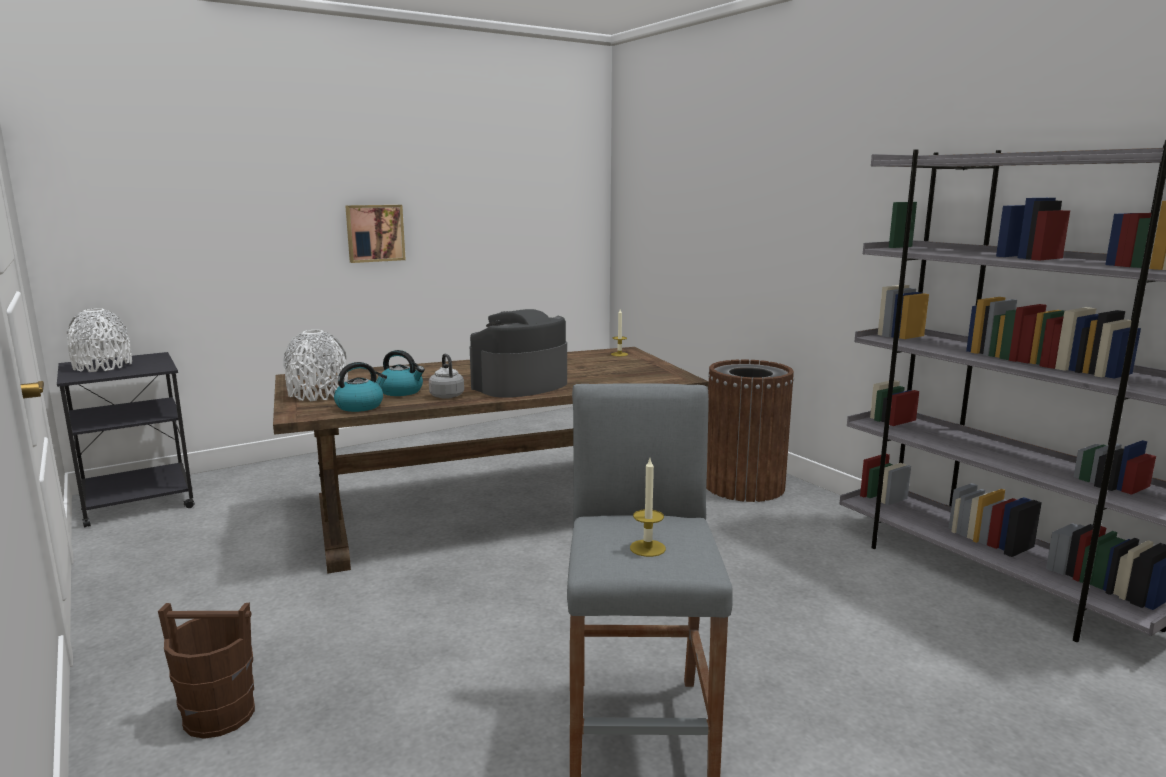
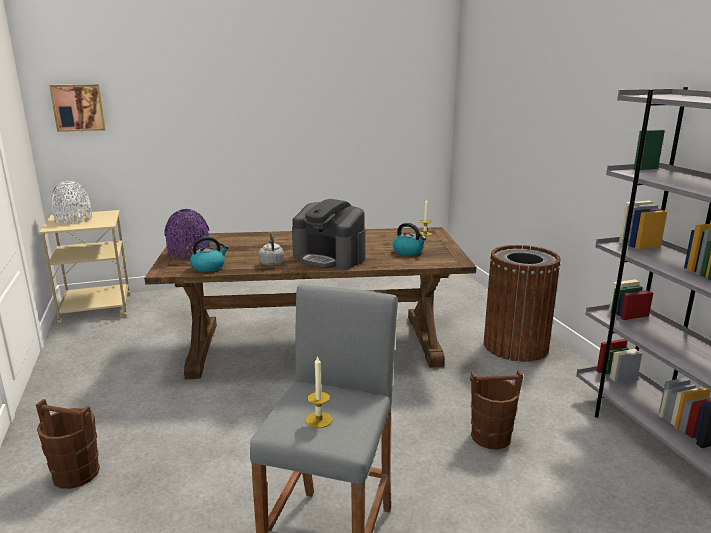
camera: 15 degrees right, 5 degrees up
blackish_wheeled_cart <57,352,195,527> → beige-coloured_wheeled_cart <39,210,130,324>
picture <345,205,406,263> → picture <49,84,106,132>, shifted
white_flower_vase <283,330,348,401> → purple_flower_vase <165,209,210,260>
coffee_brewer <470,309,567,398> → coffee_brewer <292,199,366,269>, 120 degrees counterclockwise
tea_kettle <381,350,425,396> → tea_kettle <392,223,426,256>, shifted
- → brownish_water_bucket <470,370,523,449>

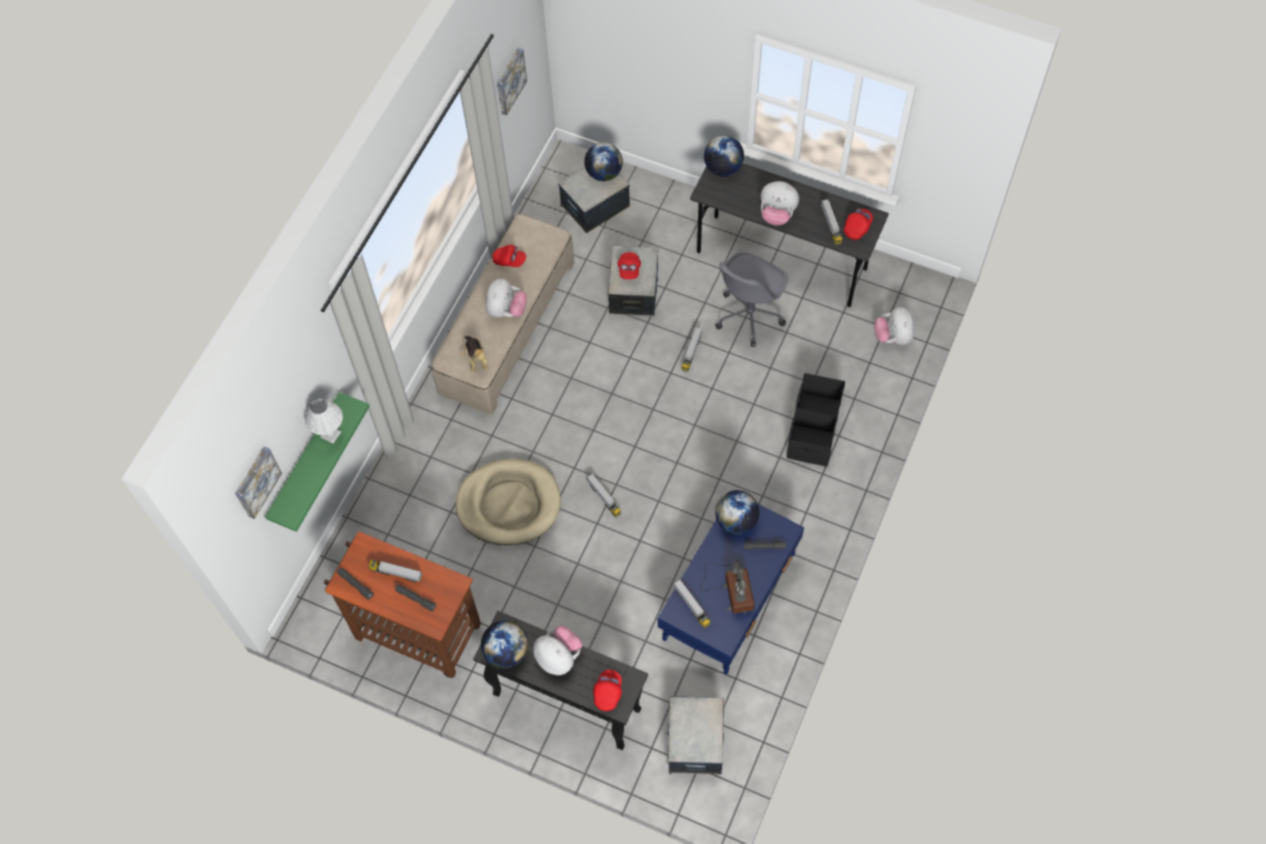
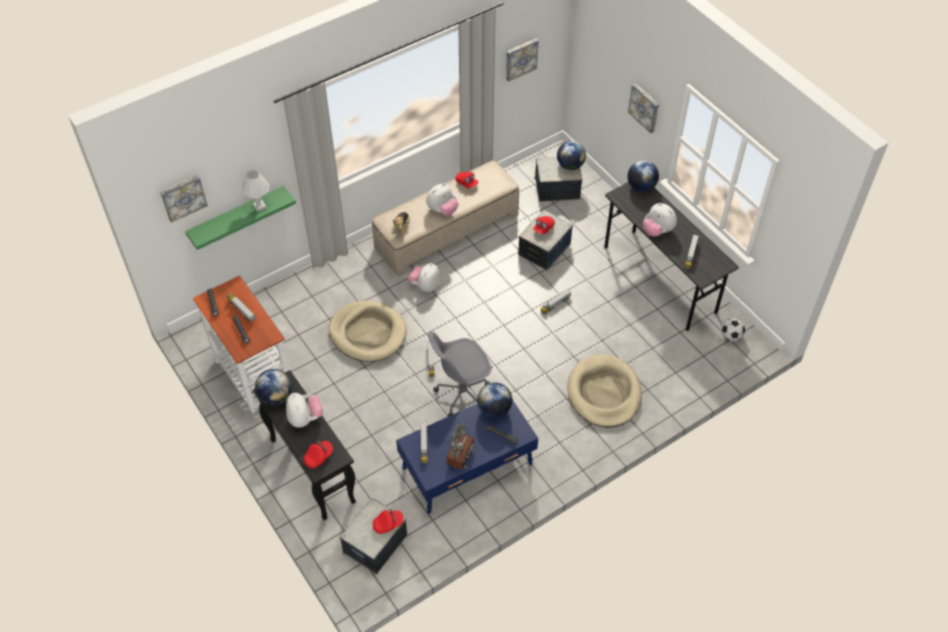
camera: 30 degrees right, 10 degrees down
brownish_wheeled_cart <324,532,481,678> → white_wheeled_cart <193,276,289,415>
red_baseball_cap <844,209,873,240> → red_baseball_cap <373,509,404,534>, shifted
cuddly_toy <874,307,914,345> → cuddly_toy <408,263,440,292>, shifted
greyish_computer_chair <715,252,788,347> → greyish_computer_chair <428,332,491,416>, shifted
blackish_storage_bin <787,373,845,467> → beige-coloured_dog_bed <567,355,642,428>
- → picture <628,83,659,133>
- → football <721,318,745,342>

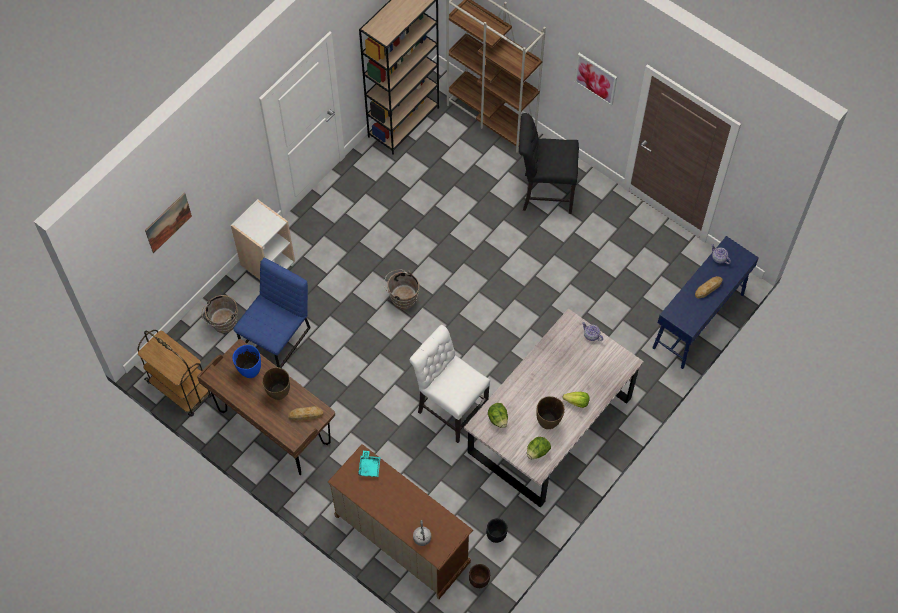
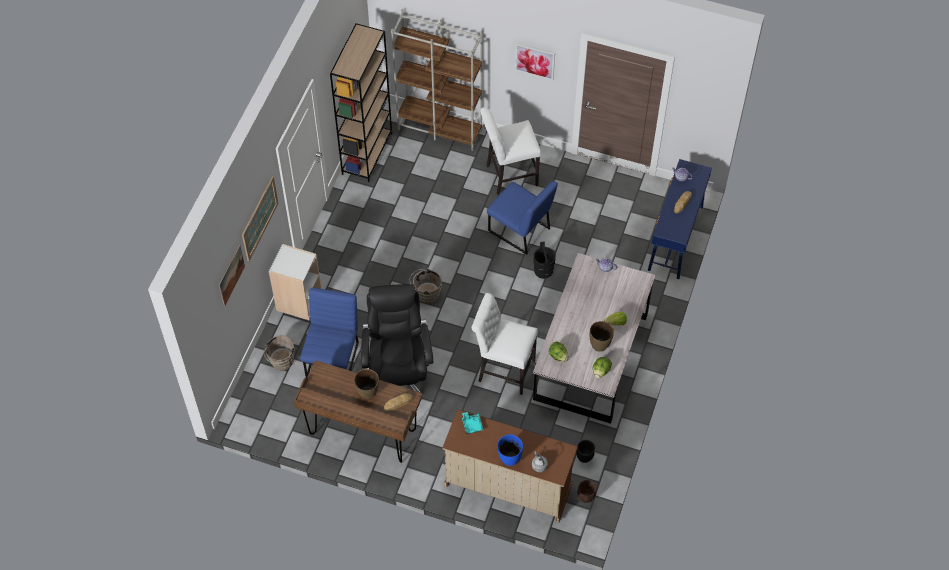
camera: 20 degrees left, 5 degrees down
- → picture <242,176,279,261>
- → blackish_computer_chair <361,284,433,392>
blackish_stool <519,113,579,214> → white_stool <480,107,541,195>
- → bluish_chair <487,181,558,255>
bluish_flower_vase <233,345,261,378> → bluish_flower_vase <497,434,523,466>, shifted
- → blackish_water_bucket <534,241,556,279>
brownish_wheeled_cart <138,330,212,417> → -

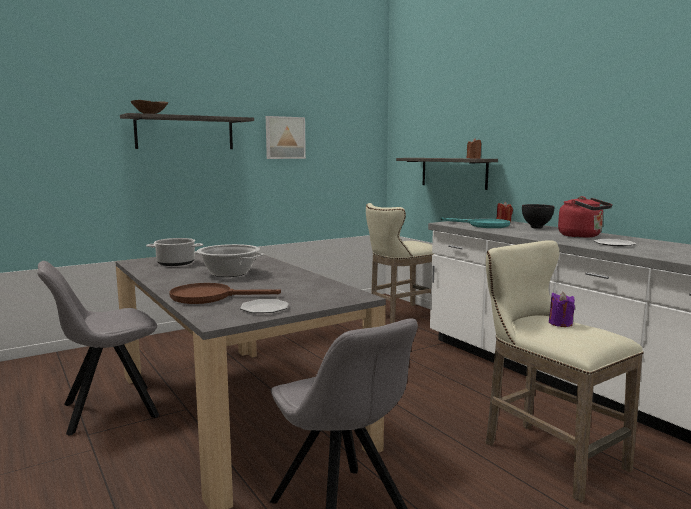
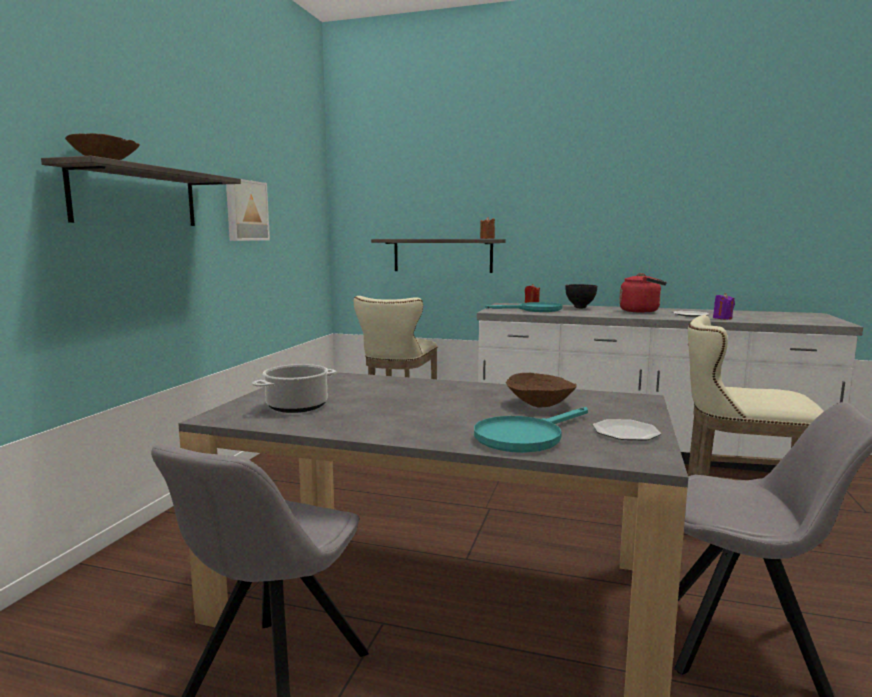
camera: 40 degrees left, 0 degrees up
brownish_skillet <169,283,281,304> → blue-green_skillet <474,407,588,453>
- → brownish_bowl <506,373,577,408>
purple_candle <549,292,575,327> → purple_candle <713,293,735,320>, shifted
stockpot <194,244,264,277> → -

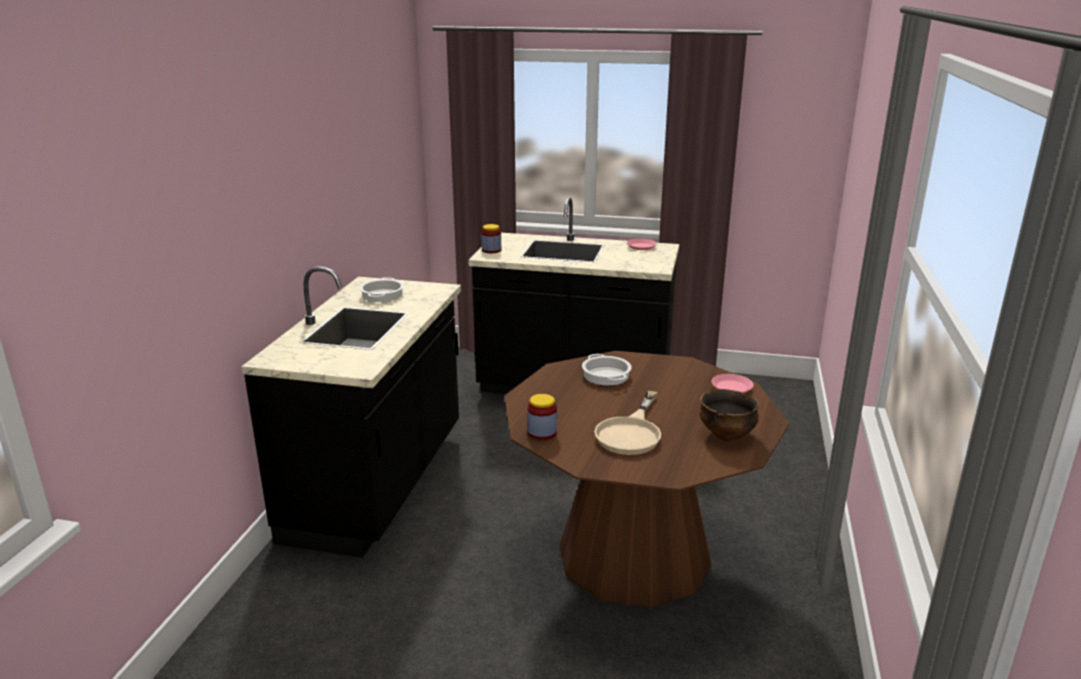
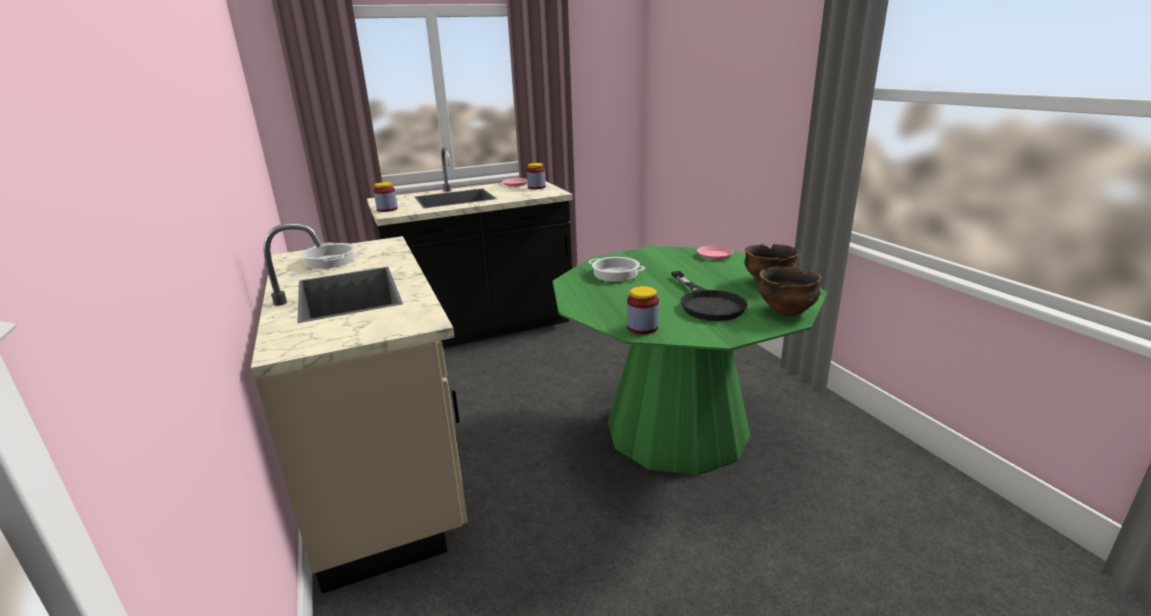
camera: 35 degrees left, 0 degrees up
blackish_kitchen_counter <242,266,461,558> → beige-coloured_kitchen_counter <251,223,468,594>
- → storage_jar <527,163,546,189>
brownish_kitchen_table <505,351,789,608> → green_kitchen_table <553,246,827,475>
beige-coloured_skillet <594,391,661,455> → blackish_skillet <671,271,748,321>
- → bowl <759,267,822,316>

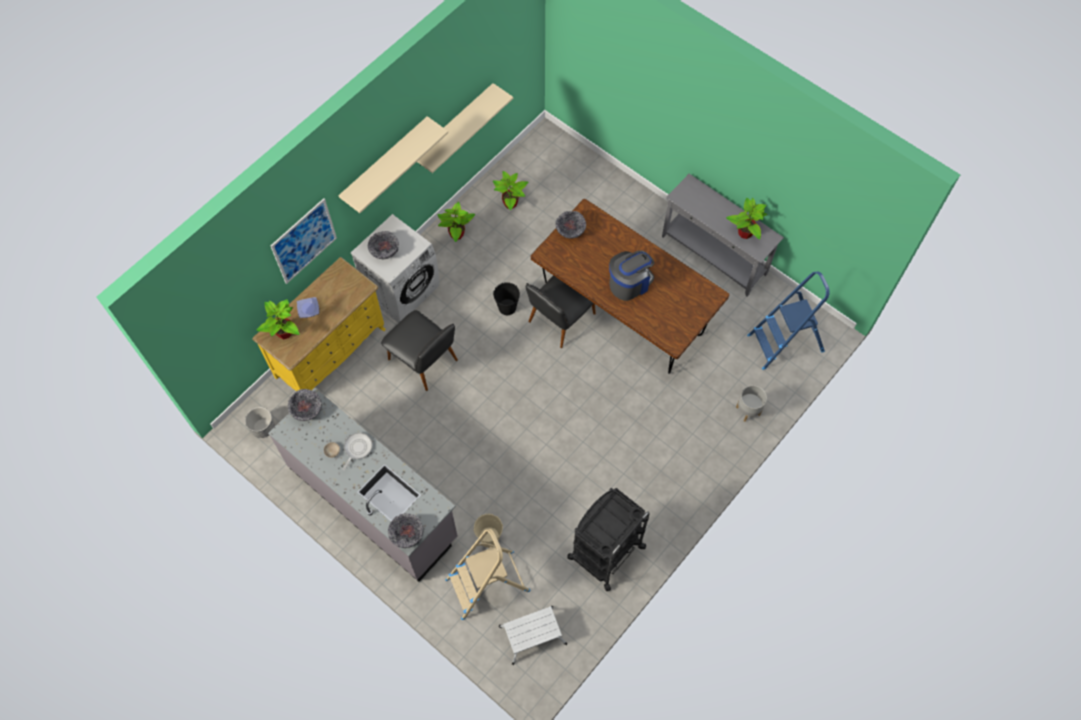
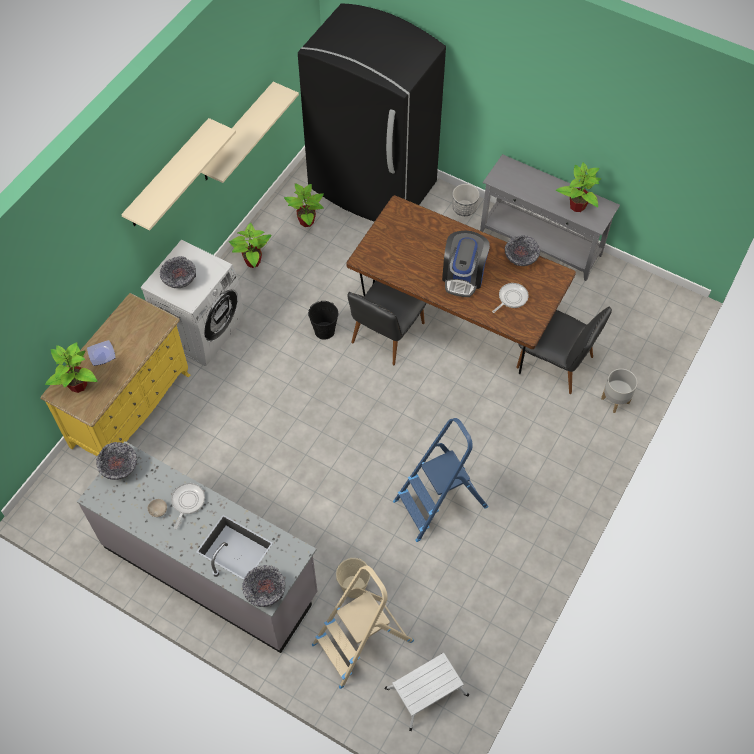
camera: 10 degrees left, 5 degrees down
- → blackish_refrigerator <298,3,446,222>
bluish_step_stool <747,271,830,370> → bluish_step_stool <393,418,489,542>, shifted
coffee_brewer <609,250,654,301> → coffee_brewer <442,230,490,297>, 150 degrees clockwise
planter <245,407,275,438> → planter <452,184,480,216>, shifted
- → skillet <492,283,529,313>
bowl <556,211,586,239> → bowl <505,235,540,266>, shifted
blackish_chair <381,310,458,391> → blackish_chair <516,307,612,394>, shifted
picture <271,198,337,284> → -
blackish_wheeled_cart <567,488,650,591> → -

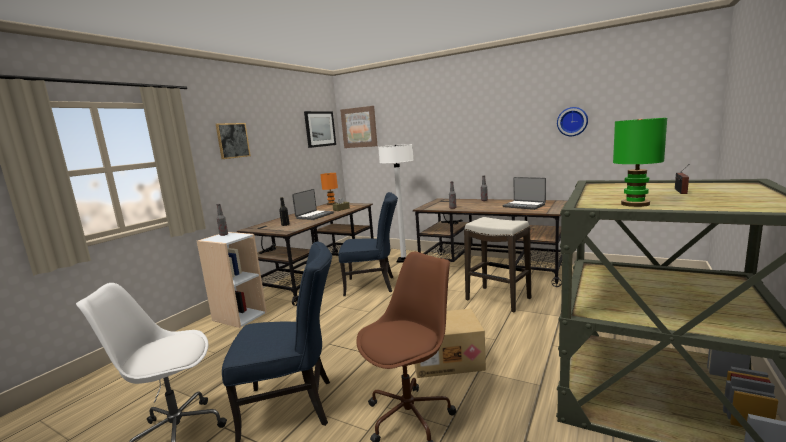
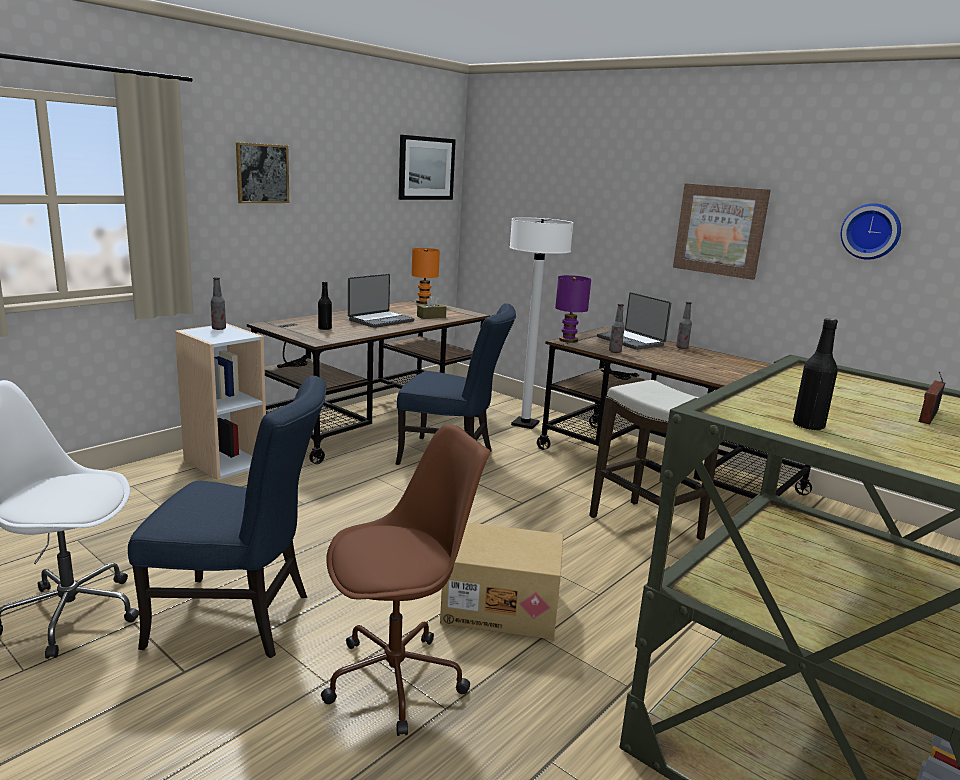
camera: 10 degrees right, 5 degrees up
- → purple_table_lamp <555,275,591,343>
notebook_computer <503,177,546,210> → notebook_computer <597,292,671,350>, shifted
picture <340,106,377,148> → picture <673,183,771,280>, shifted
green_table_lamp <613,118,667,207> → blackish_bottle <793,318,838,430>

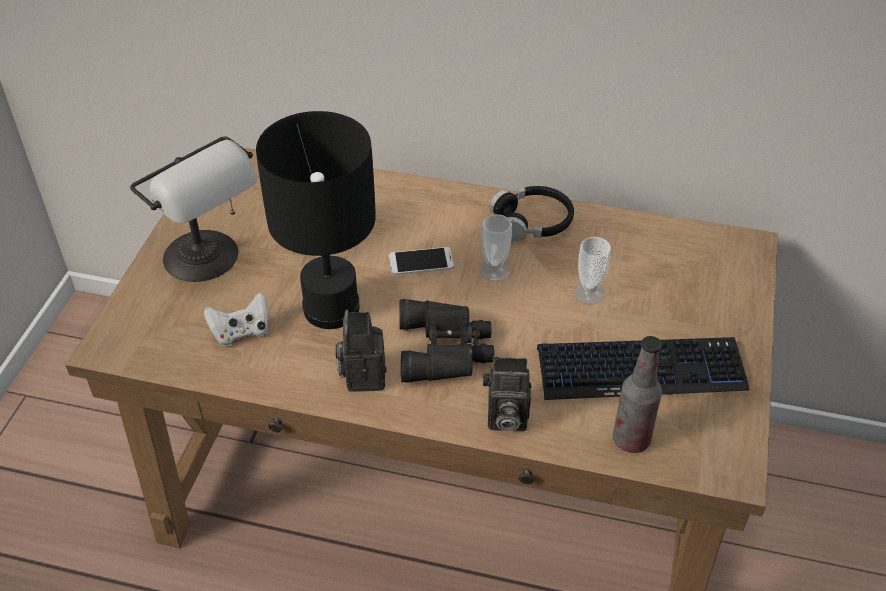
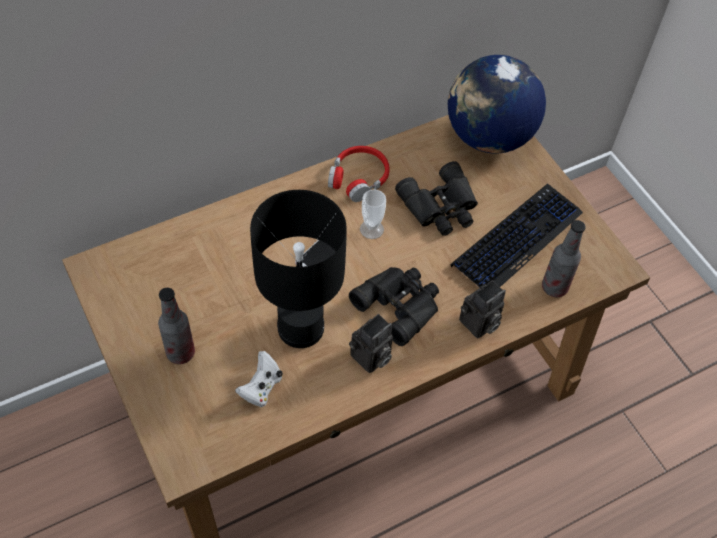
camera: 45 degrees left, 10 degrees up
table_lamp <130,137,257,282> → bottle <158,288,195,364>
blackish_pair_of_headphones <490,186,574,241> → red_pair_of_headphones <328,146,390,202>
still_camera <335,310,387,392> → still_camera <349,314,393,373>, 90 degrees counterclockwise
cup <574,237,611,305> → blackish_binoculars <395,161,478,236>
- → desk_globe <448,55,546,154>

